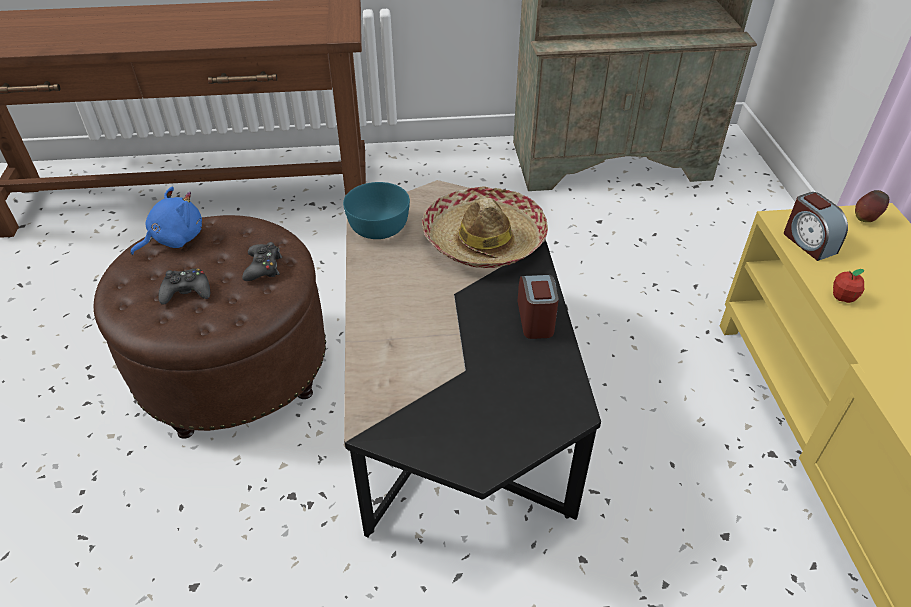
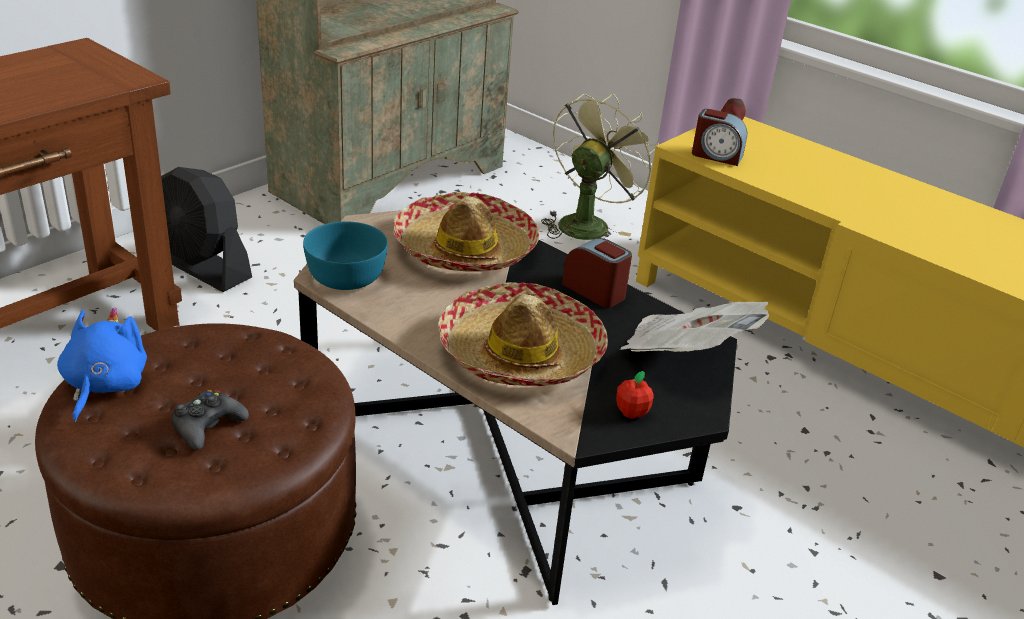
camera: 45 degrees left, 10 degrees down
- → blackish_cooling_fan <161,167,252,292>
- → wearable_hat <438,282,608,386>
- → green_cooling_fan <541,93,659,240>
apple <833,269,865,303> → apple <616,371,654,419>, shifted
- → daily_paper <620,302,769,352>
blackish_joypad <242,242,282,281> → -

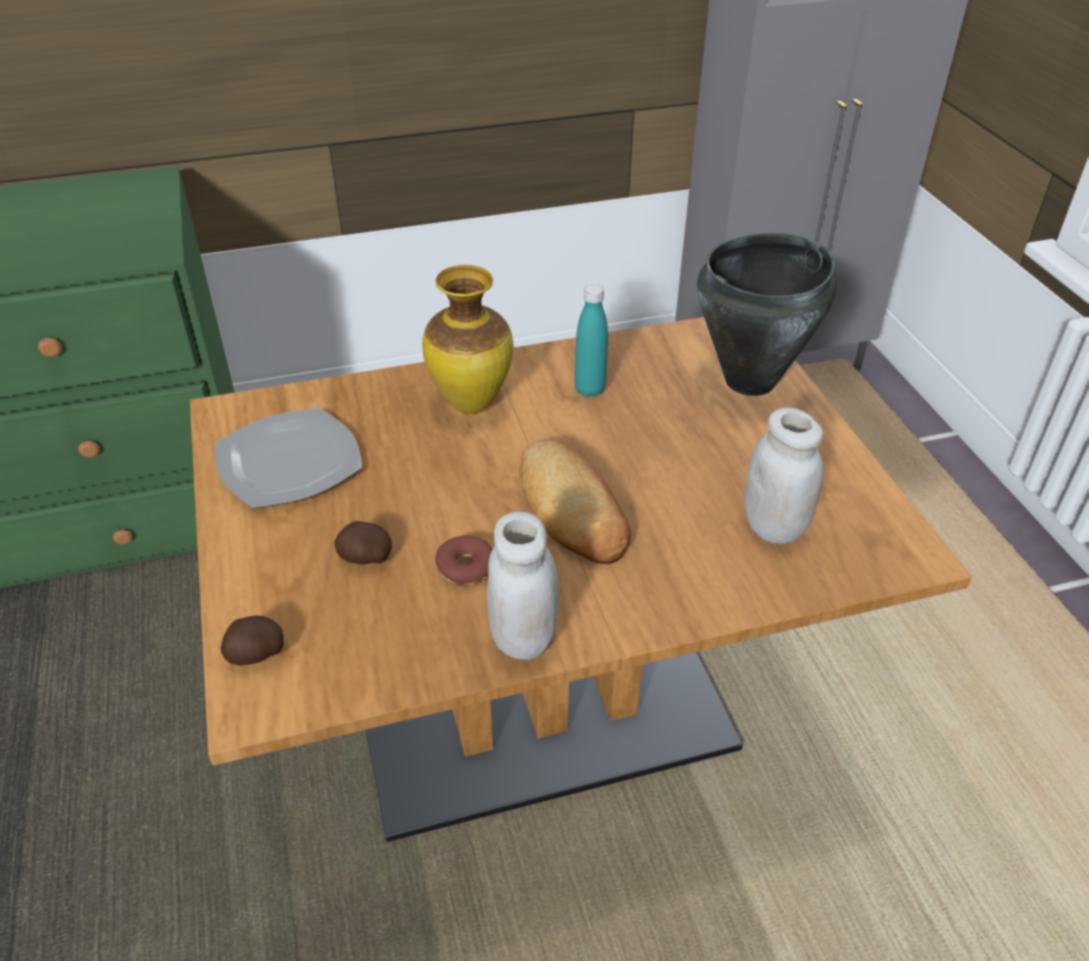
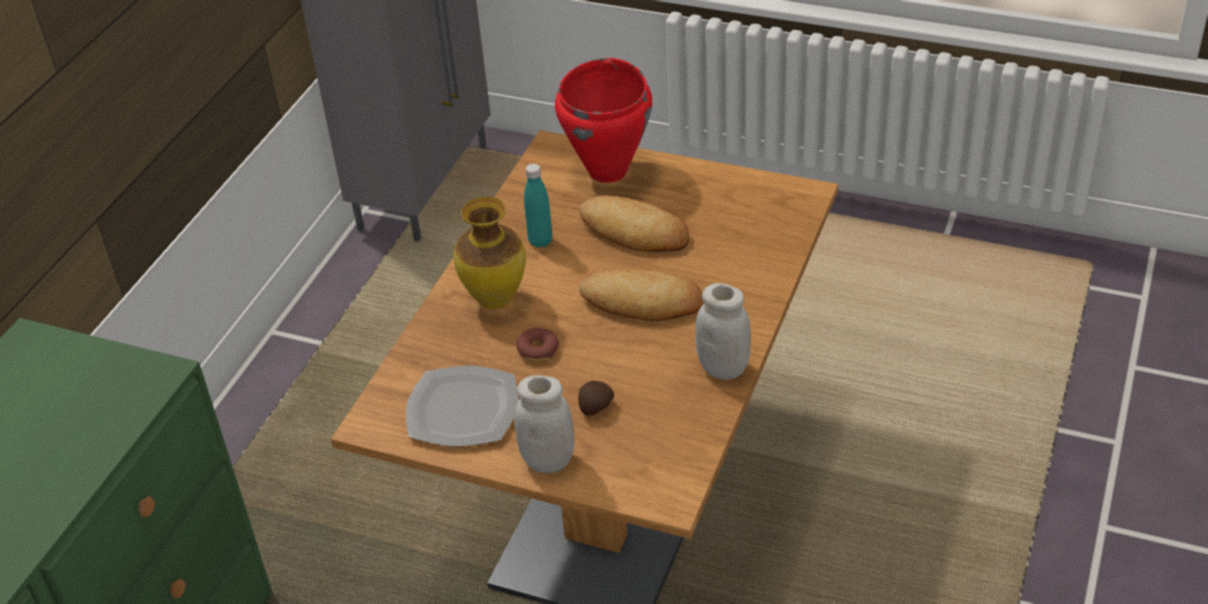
camera: 50 degrees left, 0 degrees up
white_storage_jar <745,408,823,544> → white_storage_jar <514,375,575,473>, shifted
doughnut <435,536,492,586> → doughnut <516,328,559,361>, shifted
blackish_stockpot <697,233,837,396> → red_stockpot <555,58,652,183>
- → bakery_bread <579,195,689,252>
whole_potato <221,615,284,666> → -

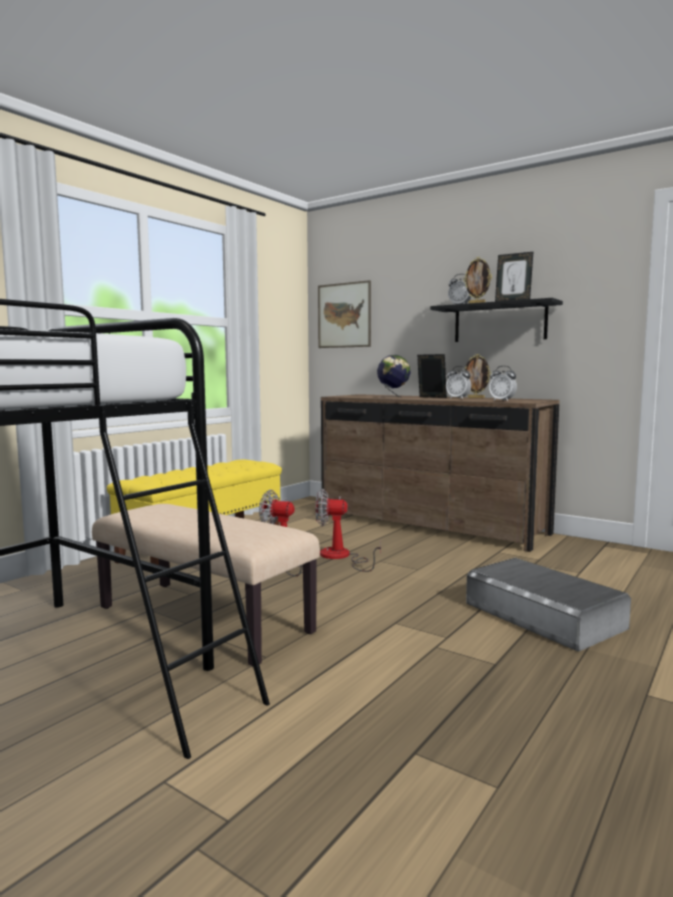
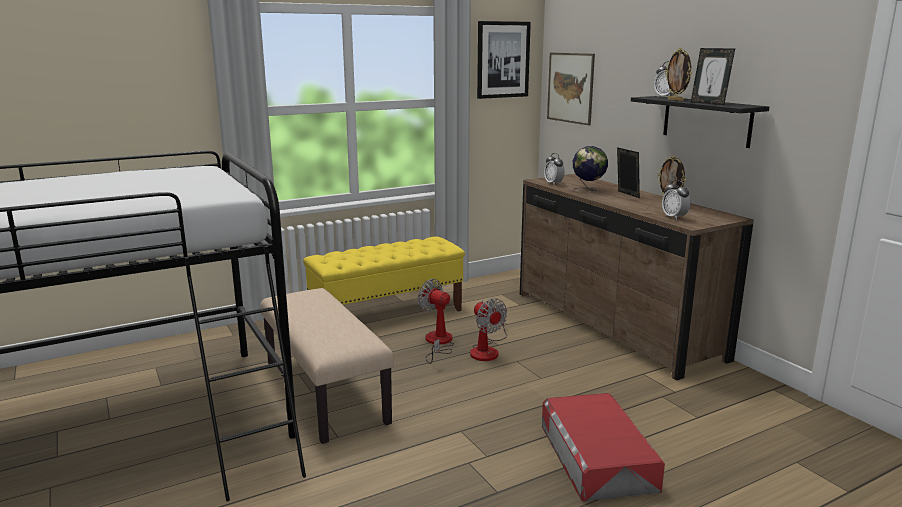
camera: 25 degrees right, 10 degrees up
cooling_fan <315,489,381,572> → cooling_fan <470,298,507,361>, 150 degrees counterclockwise
- → picture <477,21,531,99>
greyish_storage_bin <466,558,631,651> → red_storage_bin <542,393,665,501>
alarm_clock <446,366,471,399> → alarm_clock <544,153,565,185>, shifted

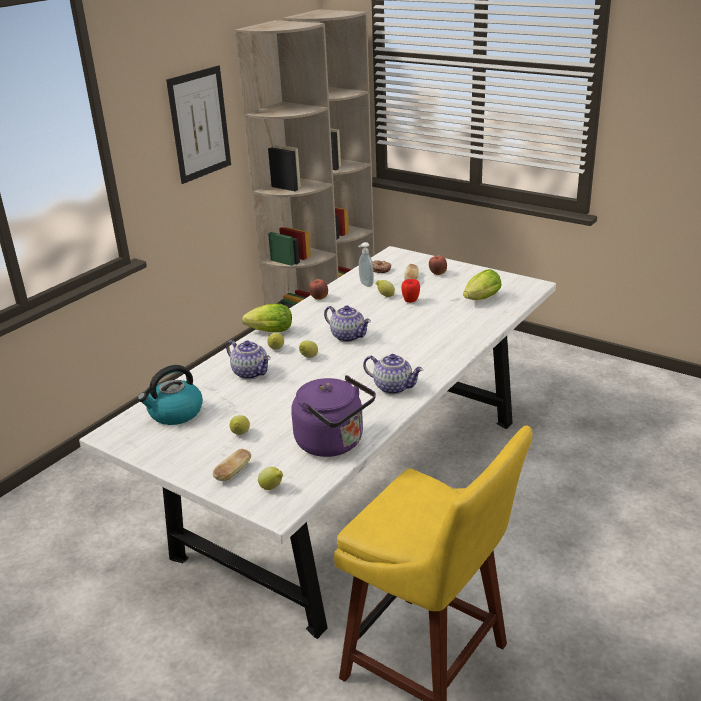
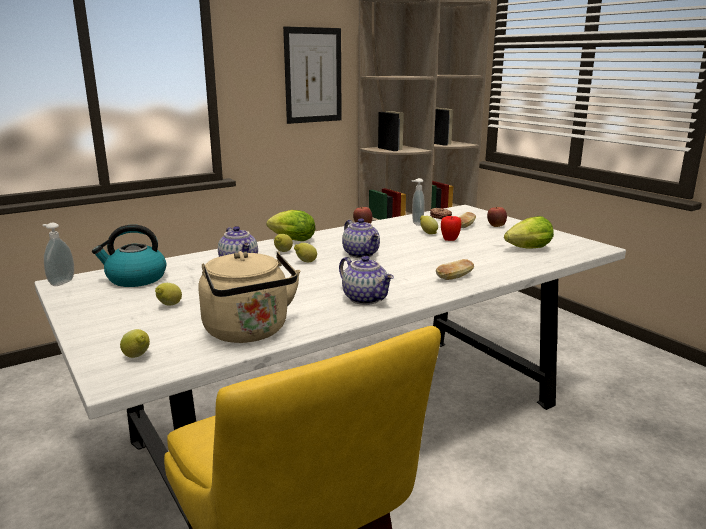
camera: 20 degrees right, 10 degrees down
- → soap_bottle <43,222,74,286>
purple_tea_kettle <291,375,376,457> → beige-coloured_tea_kettle <199,251,300,343>
bakery_bread <213,449,251,481> → bakery_bread <436,259,474,280>, shifted

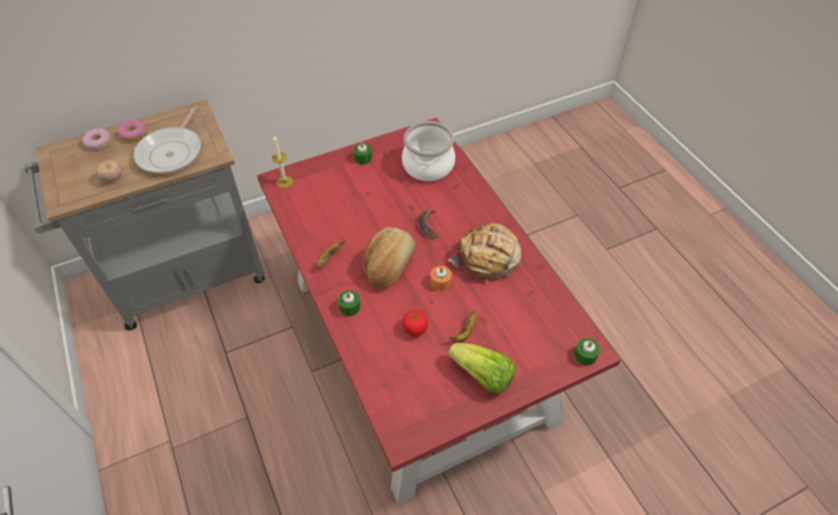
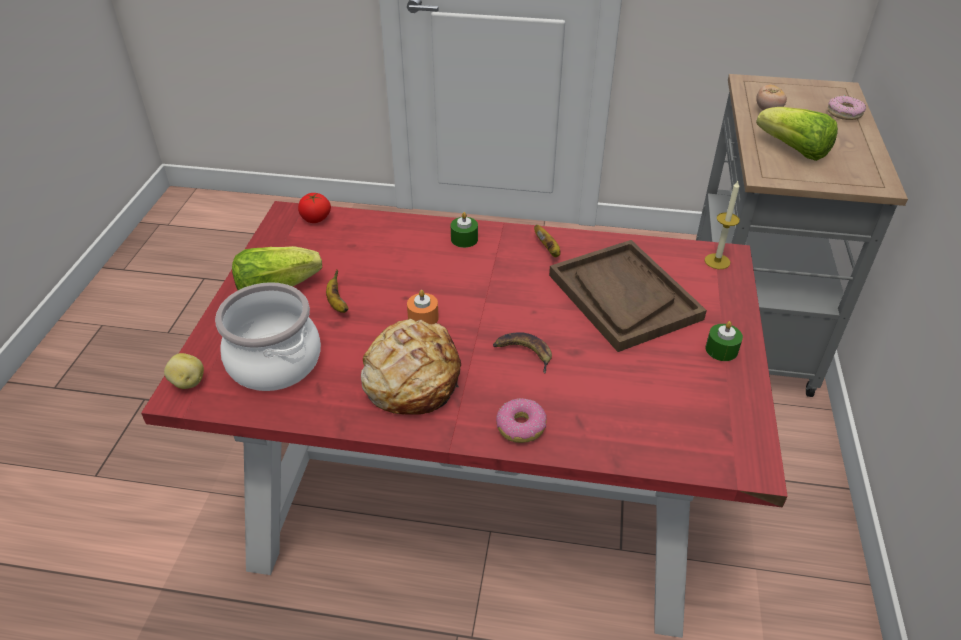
camera: 125 degrees right, 10 degrees down
green_candle <574,338,600,366> → whole_potato <164,353,204,389>
stockpot <402,121,455,181> → stockpot <215,282,321,391>, shifted
fresh_tomato <402,310,428,336> → fresh_tomato <298,193,331,223>, shifted
doughnut <118,120,147,141> → doughnut <496,398,547,443>, shifted
- → brownish_carrying_tray <549,240,707,352>
skillet <133,105,201,174> → head_of_lettuce <756,107,838,161>
bakery_bread <363,227,415,289> → -

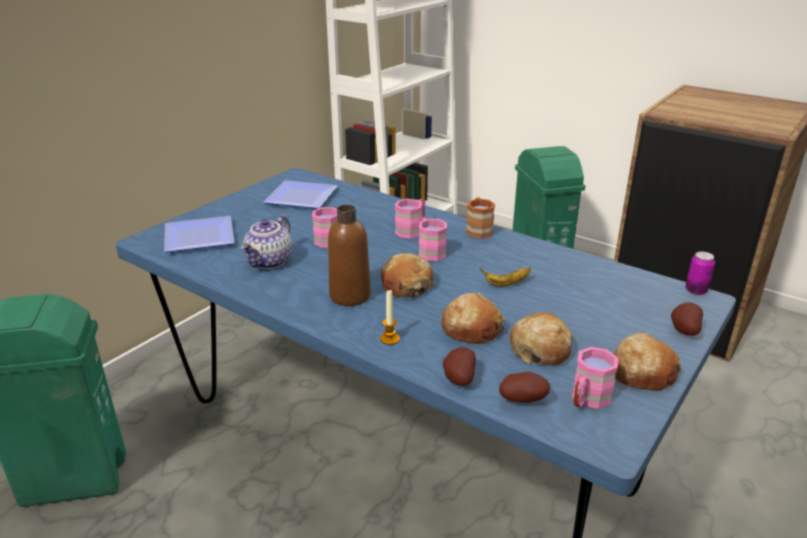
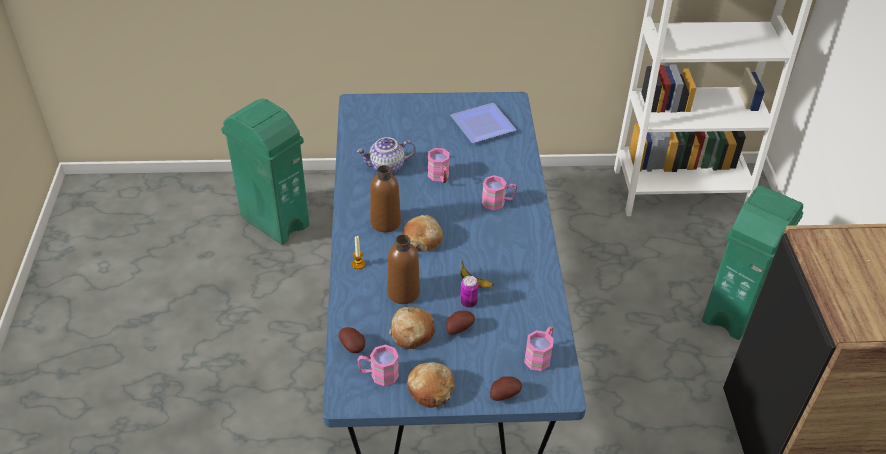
camera: 50 degrees right, 15 degrees up
bakery_bread <441,293,505,344> → brownish_bottle <387,235,420,304>
whole_potato <443,347,476,386> → whole_potato <446,311,475,335>, shifted
sealed_can <685,251,715,295> → sealed_can <460,276,478,308>, shifted
pinkish_coffee_mug <419,217,447,261> → pinkish_coffee_mug <524,327,554,371>, shifted
plate <164,216,235,252> → -
brownish_coffee_mug <466,197,495,239> → -

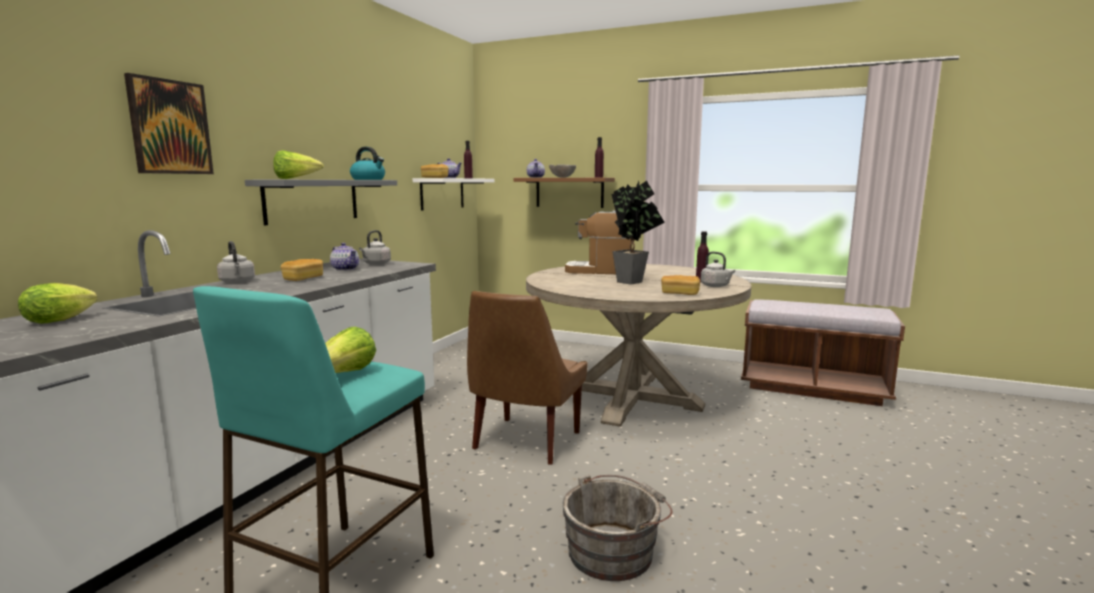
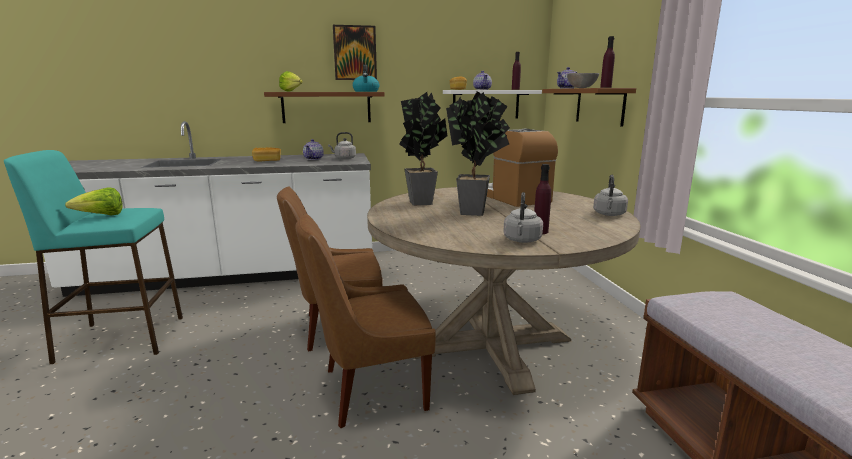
camera: 55 degrees right, 5 degrees up
greyish_shelf <245,180,397,225> → brownish_shelf <264,92,385,123>
- → brownish_chair <295,214,436,428>
picture <124,73,214,174> → picture <333,25,377,80>, shifted
- → plant_in_a_pot <399,92,447,206>
greyish_tea_kettle <217,241,255,283> → greyish_tea_kettle <593,175,628,216>, shifted
head_of_lettuce <18,283,98,324> → -
greyish_water_bucket <562,474,673,581> → -
bakery_bread <661,275,700,295> → -

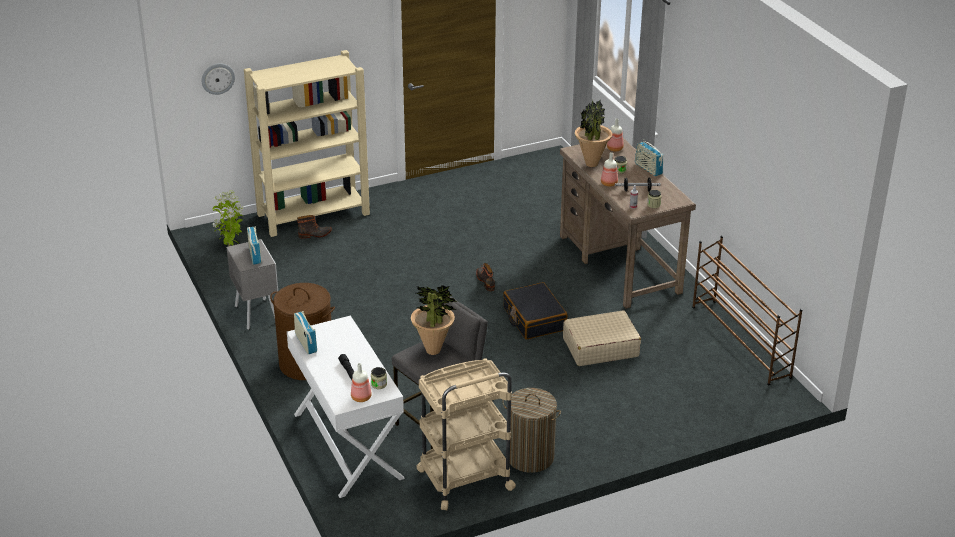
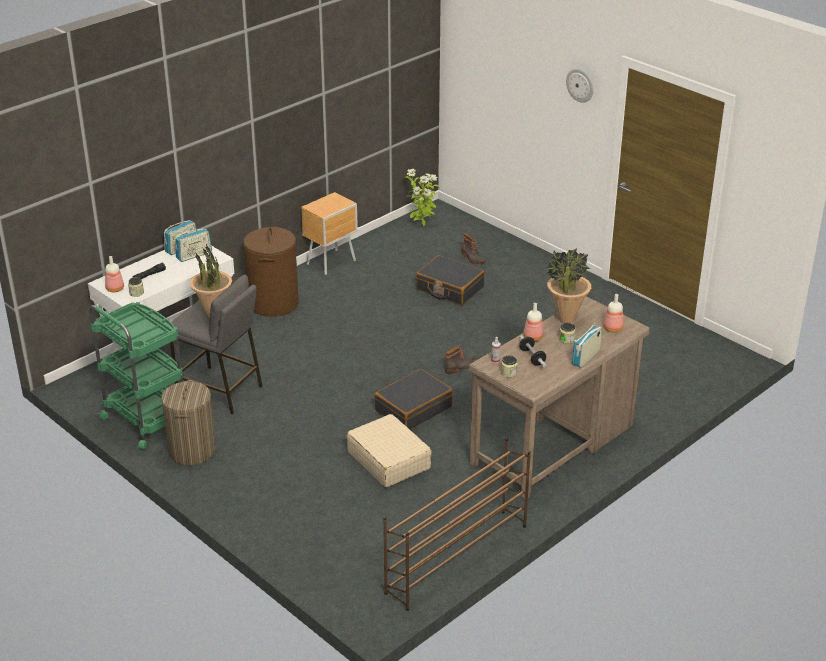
camera: 70 degrees right, 0 degrees up
beige-coloured_wheeled_cart <416,358,516,510> → green_wheeled_cart <89,302,183,450>
radio_set <247,227,262,265> → radio_set <175,229,212,262>, shifted
greyish_nightstand <226,239,278,330> → brownish_nightstand <301,192,358,275>
- → blackish_travel_case <416,255,485,305>
wall_clock <202,64,235,95> → wall_clock <566,68,594,103>, shifted
beige-coloured_bookcase <244,50,370,237> → -

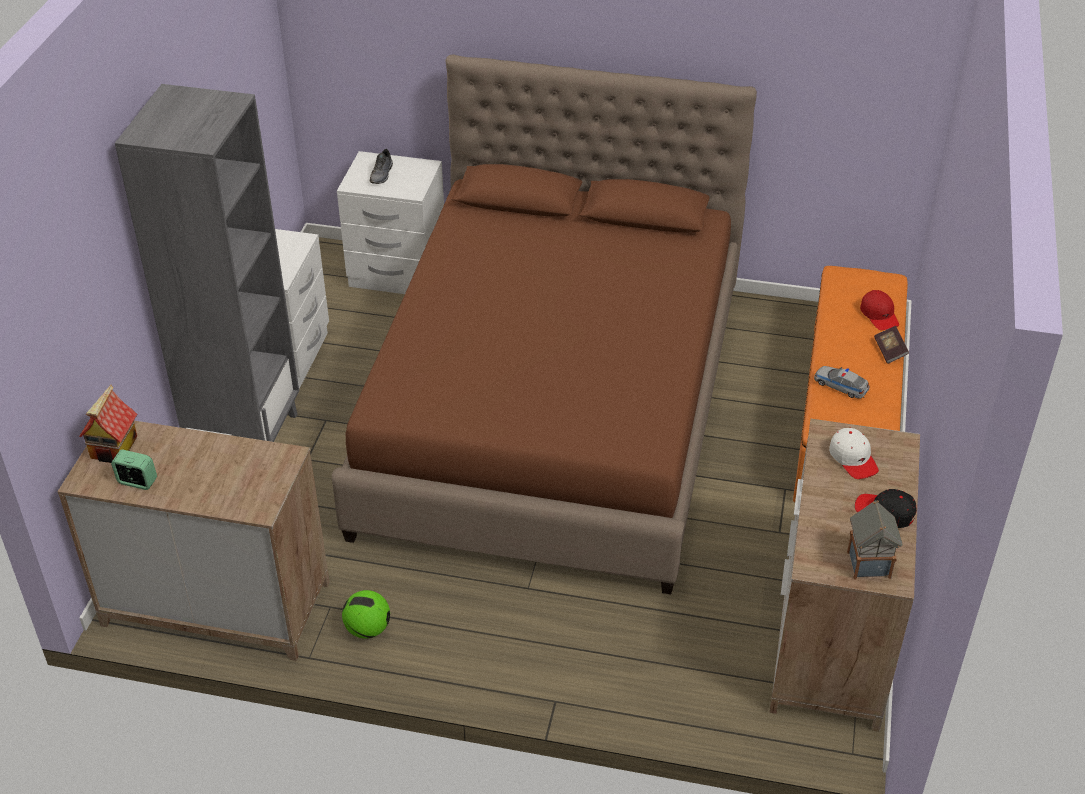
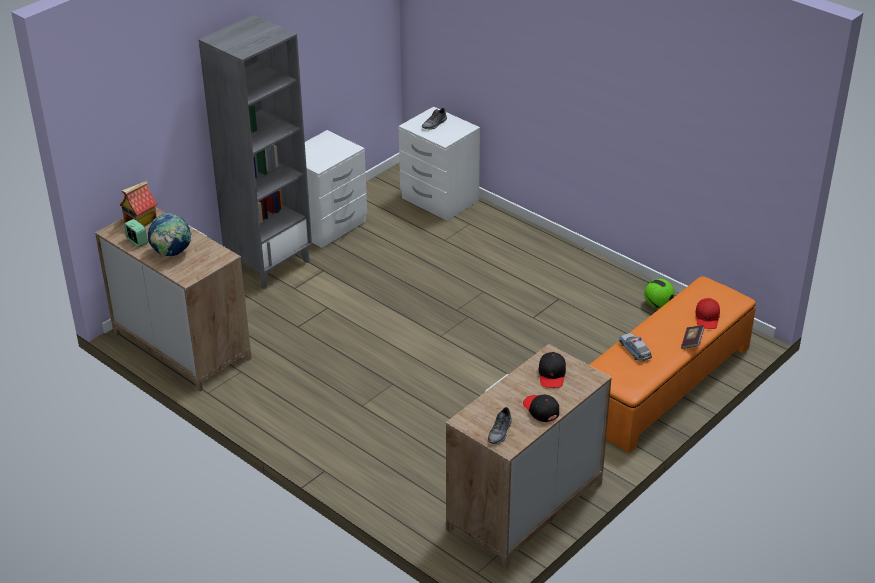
camera: 30 degrees right, 5 degrees down
- → desk_globe <148,213,192,256>
miniature_house <847,500,902,580> → greyish_item_of_footwear <488,407,512,444>
white_baseball_cap <829,428,879,479> → blackish_baseball_cap <539,352,566,388>
football <342,590,390,639> → football <644,279,674,308>, shifted
brownish_bed <332,54,757,594> → -

